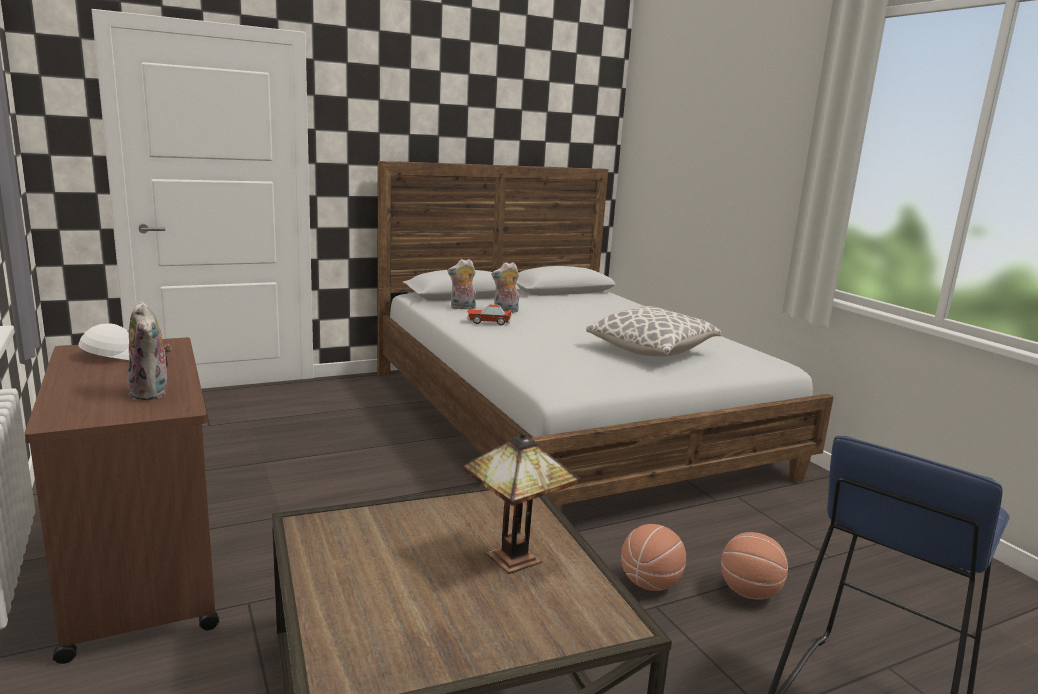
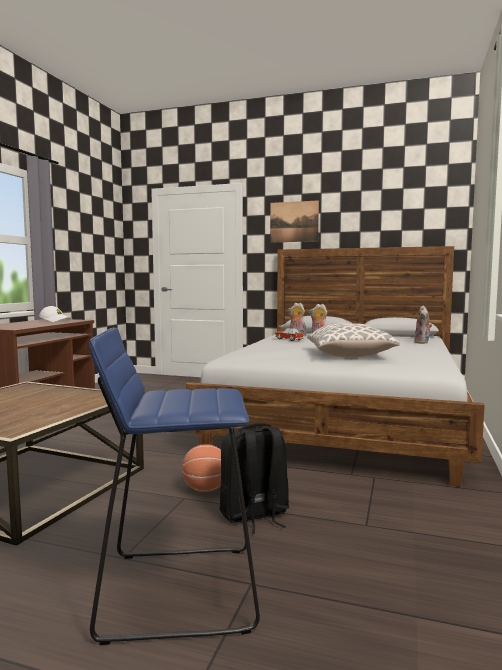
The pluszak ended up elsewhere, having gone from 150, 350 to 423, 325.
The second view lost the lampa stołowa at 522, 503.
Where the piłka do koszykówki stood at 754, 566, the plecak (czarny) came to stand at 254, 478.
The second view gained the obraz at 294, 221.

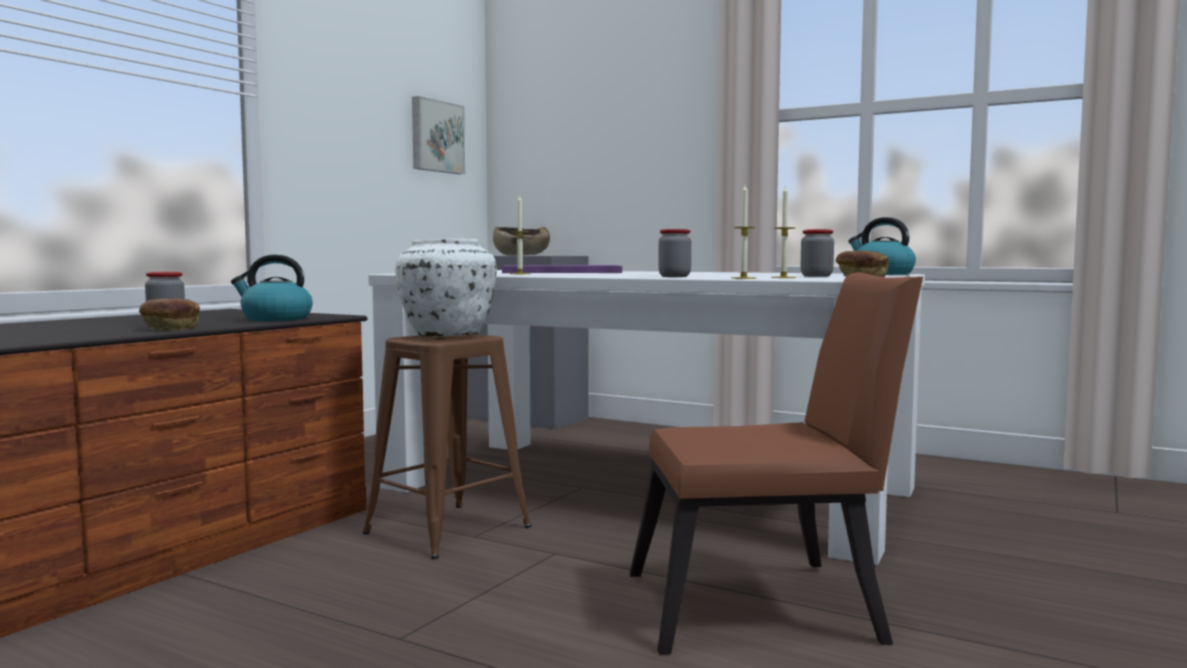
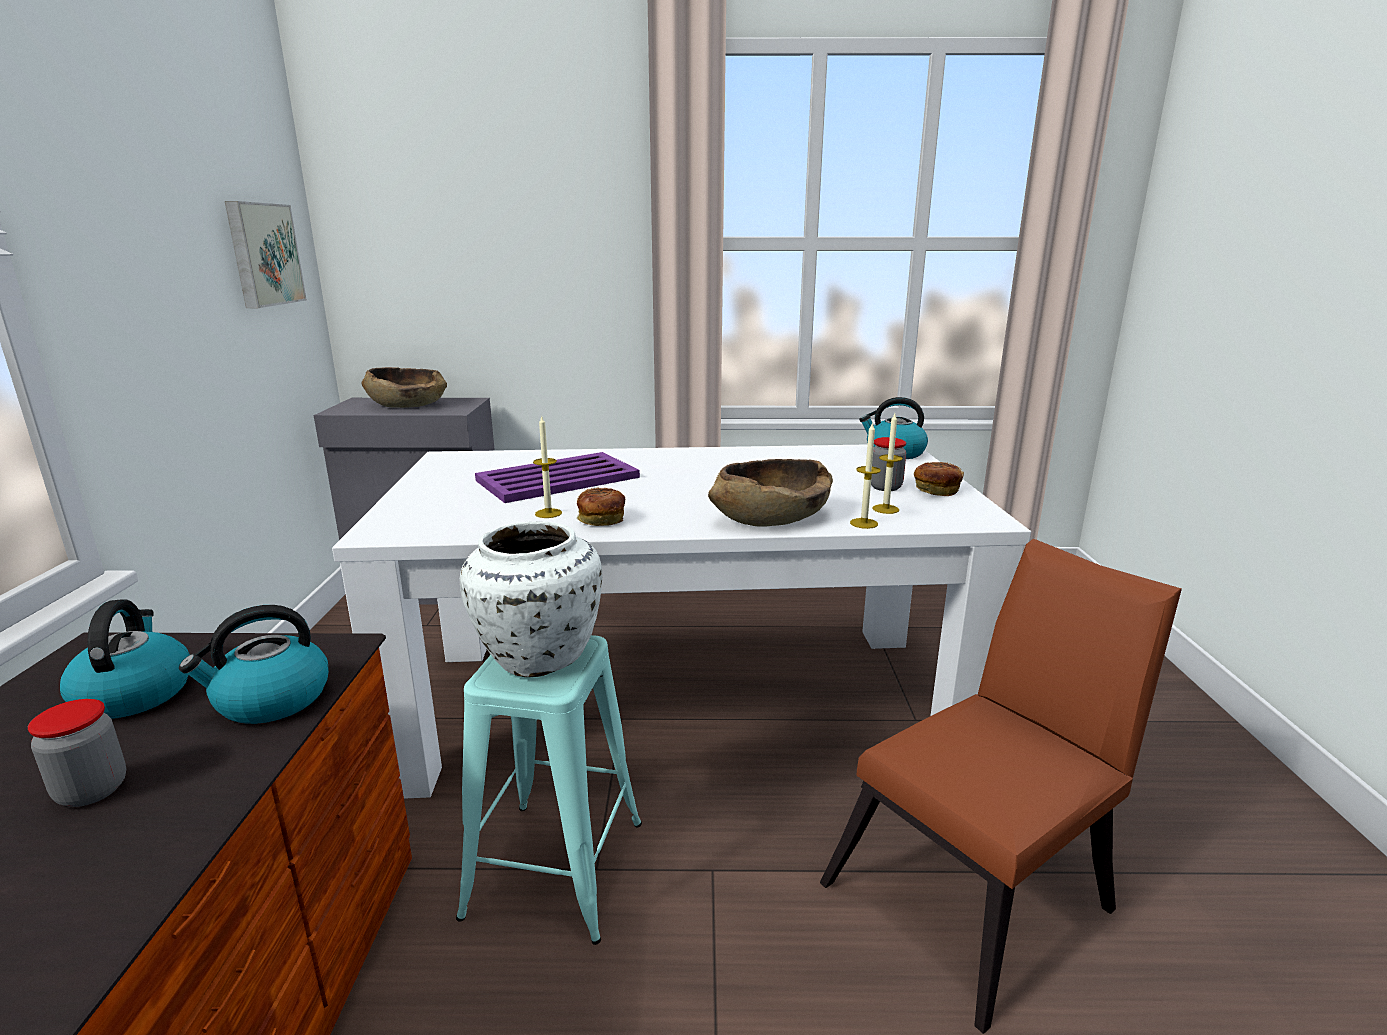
Where the słoik stood at 674, 253, the miska (brązowy) came to stand at 770, 492.
The chleb ended up elsewhere, having gone from 169, 314 to 601, 506.
What was the stołek (brązowy) at 447, 447 turned into the stołek (turkusowy) at 549, 790.
The second view gained the czajnik at 125, 659.

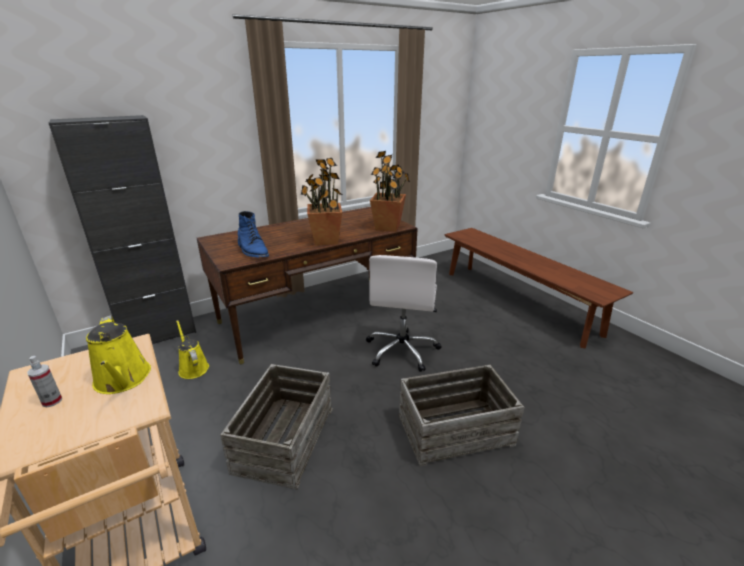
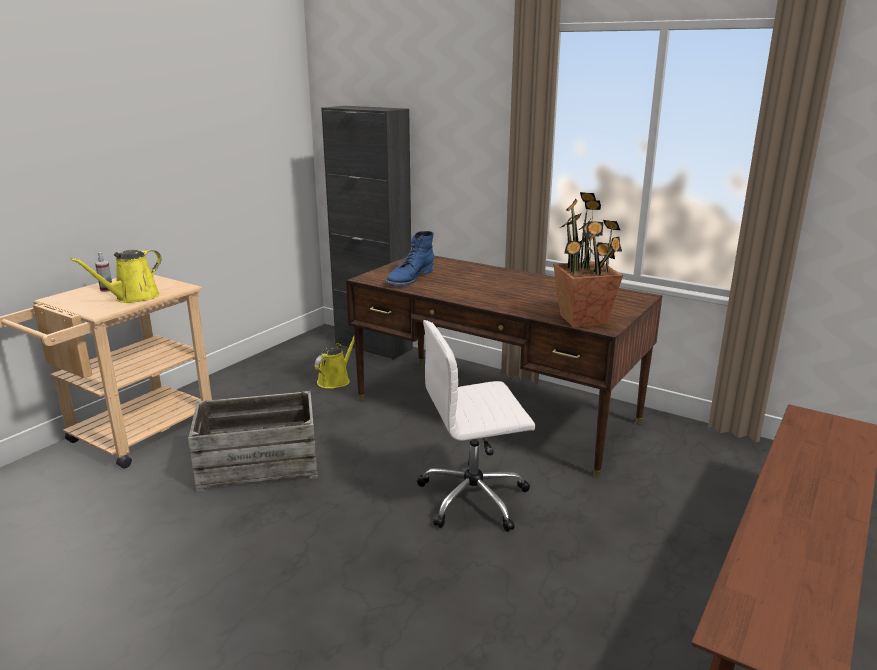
The second view lost the roślina doniczkowa at 321, 201.
The second view lost the skrzynka at 461, 415.

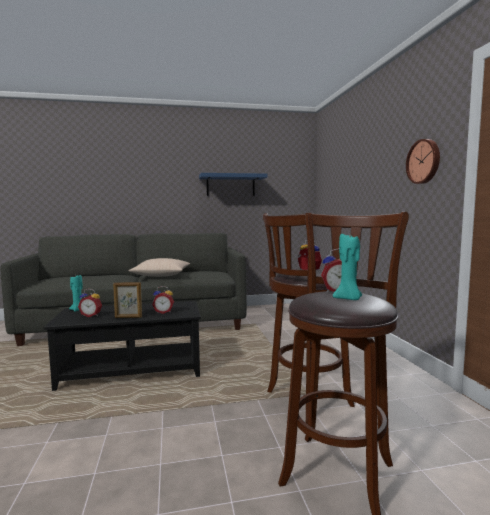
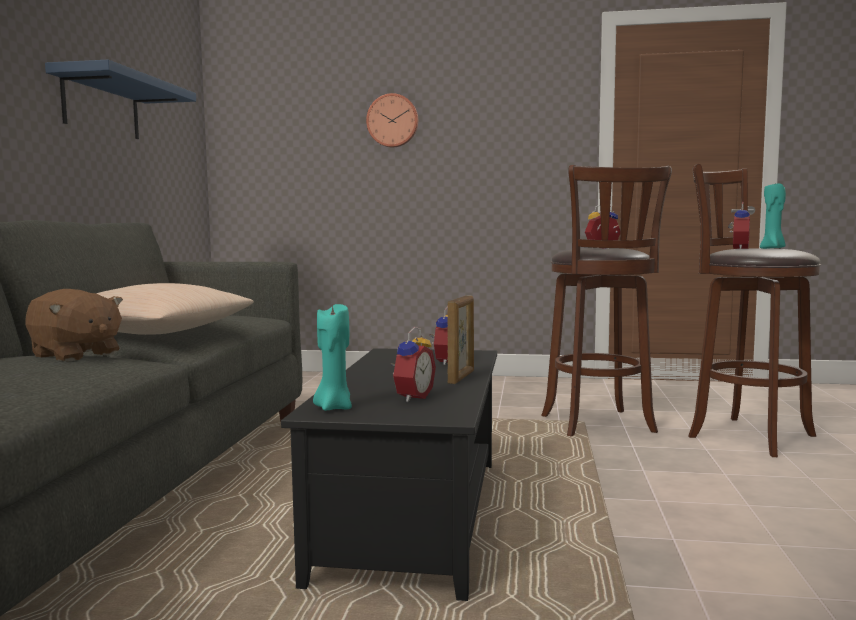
The zegar ścienny ended up elsewhere, having gone from 423, 161 to 392, 120.
The second view gained the pluszak (brązowy) at 74, 325.

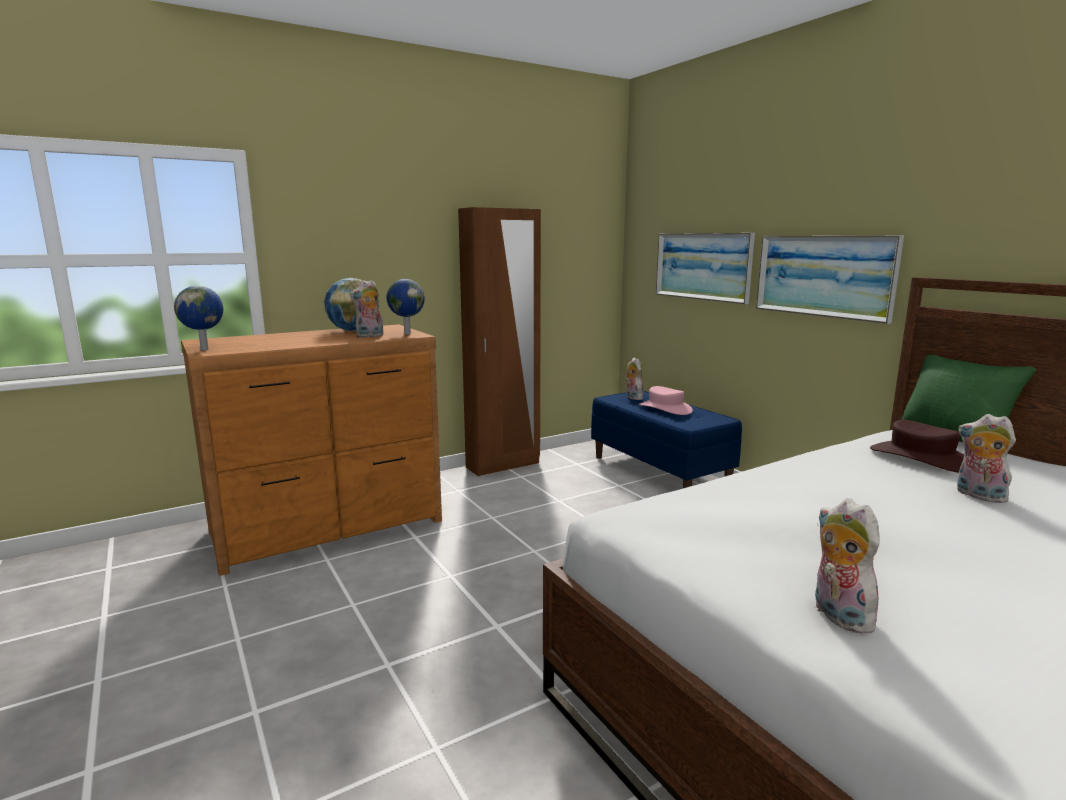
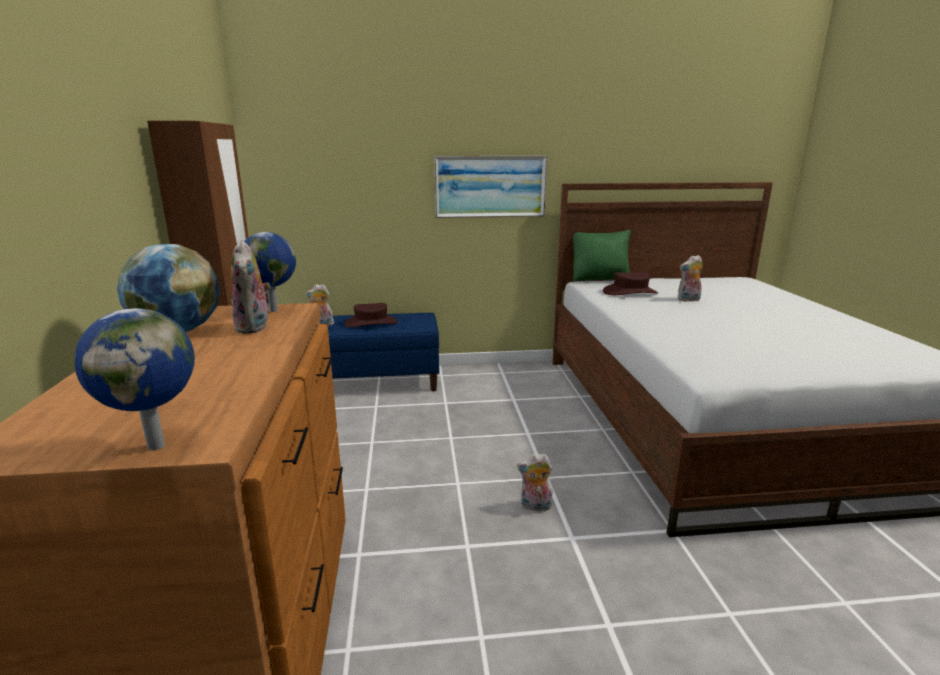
The second view lost the obraz at 705, 268.
What was the kapelusz (różowy) at 666, 400 turned into the kapelusz (brązowy) at 371, 315.
The pluszak ended up elsewhere, having gone from 847, 565 to 535, 483.

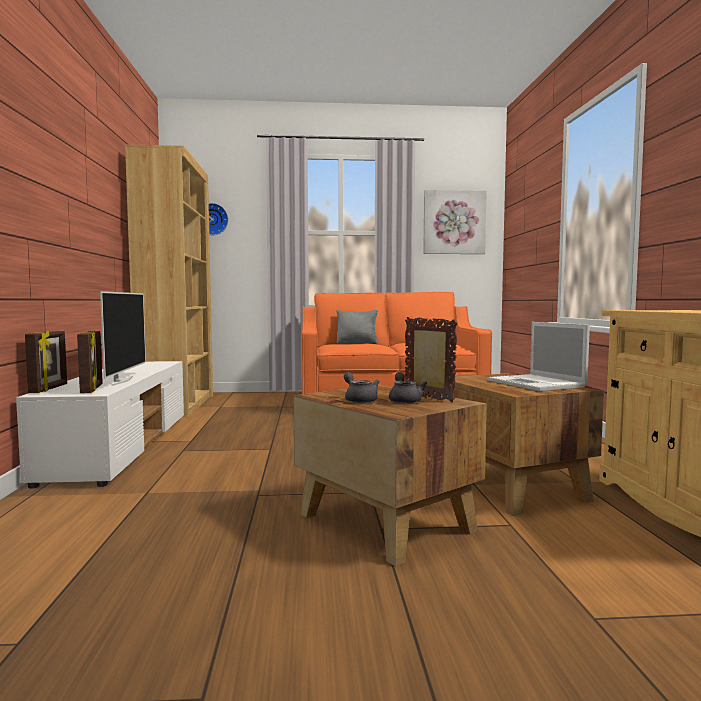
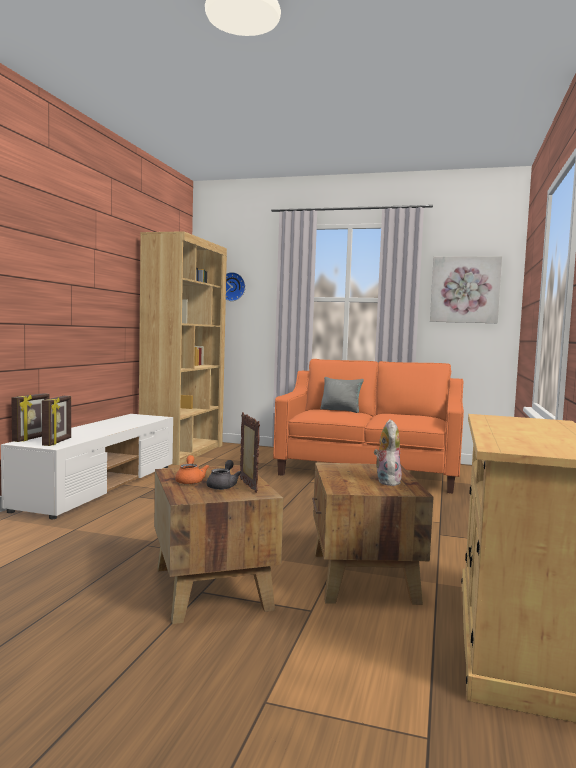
The second view lost the telewizor at 123, 338.
Where the laptop stood at 539, 356, the pluszak came to stand at 388, 452.
What was the imbryk (szary) at 362, 387 turned into the imbryk (pomarańczowy) at 192, 469.

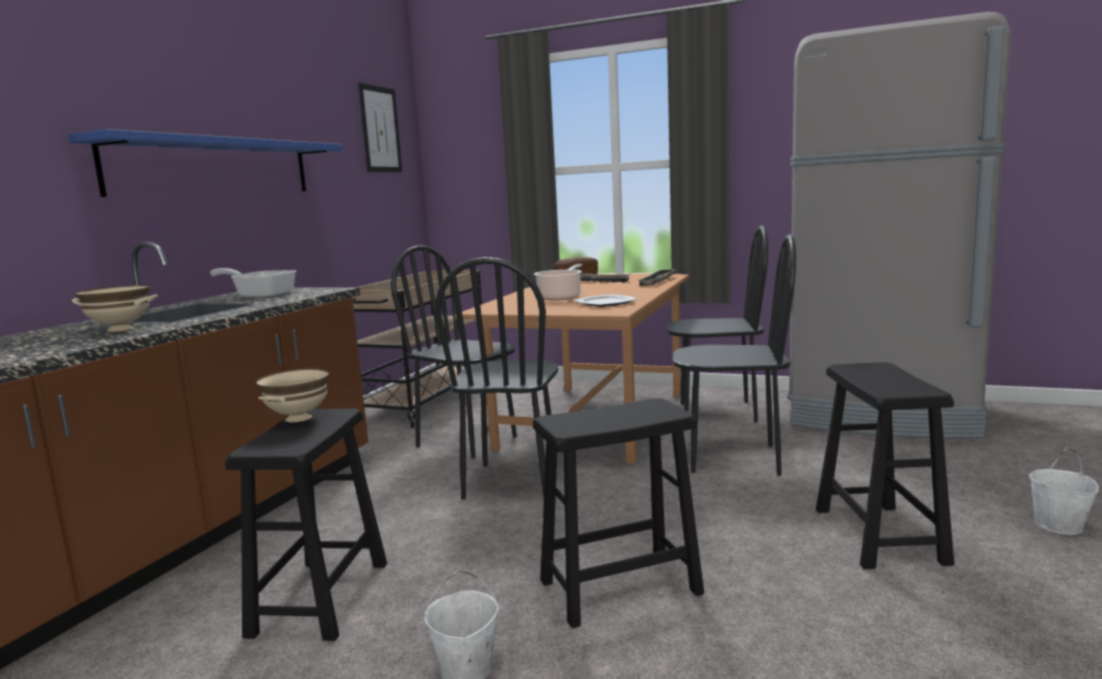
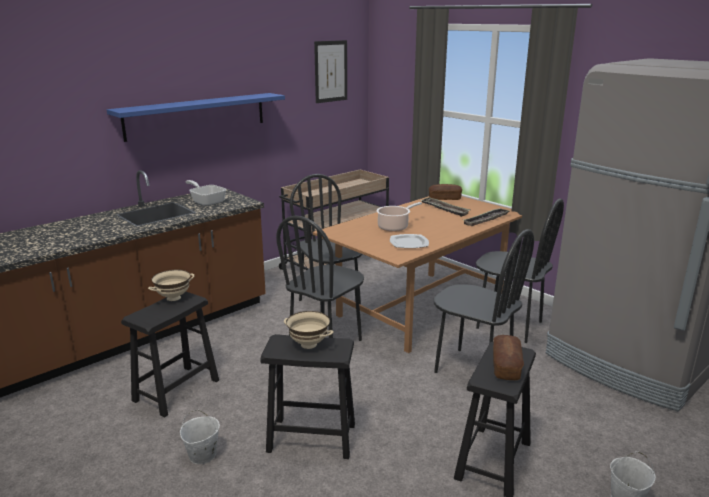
The miska (beżowy) ended up elsewhere, having gone from 115, 308 to 309, 330.
The second view gained the chleb at 508, 357.

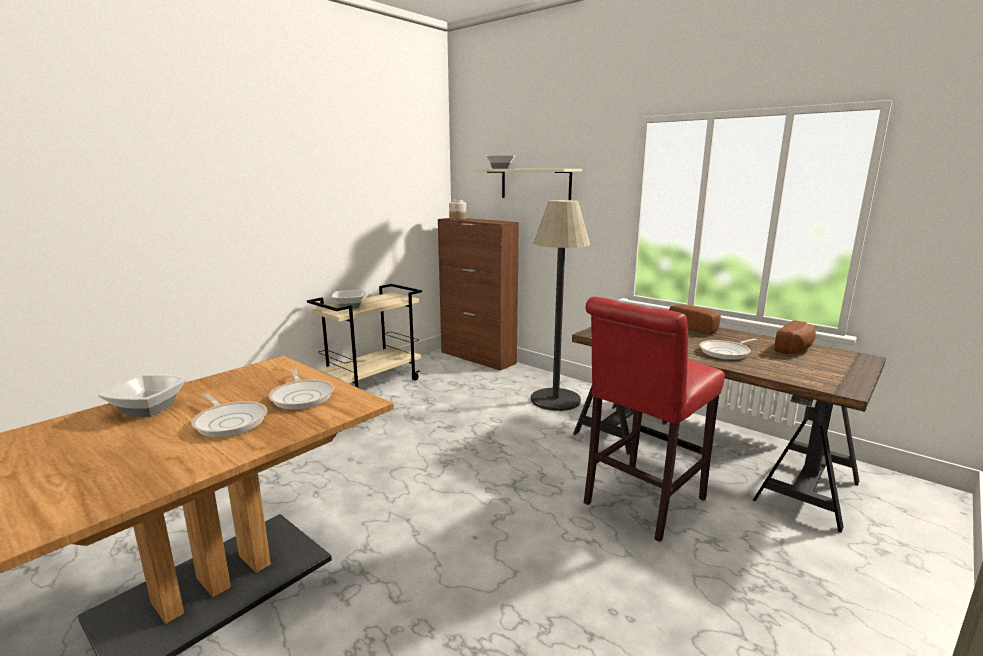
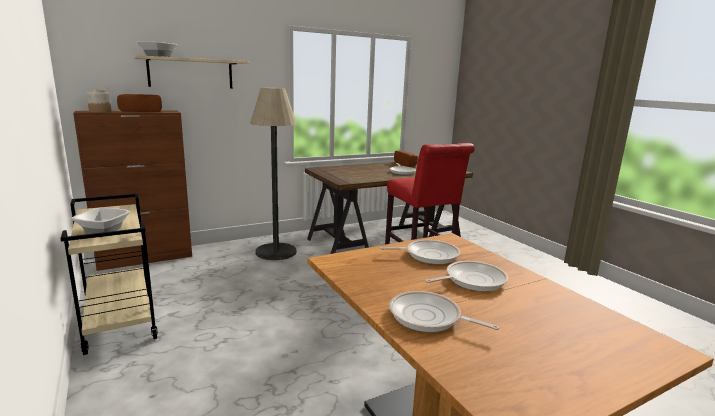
The chleb ended up elsewhere, having gone from 695, 319 to 139, 103.
Where the miska stood at 142, 395, the patelnia came to stand at 444, 311.

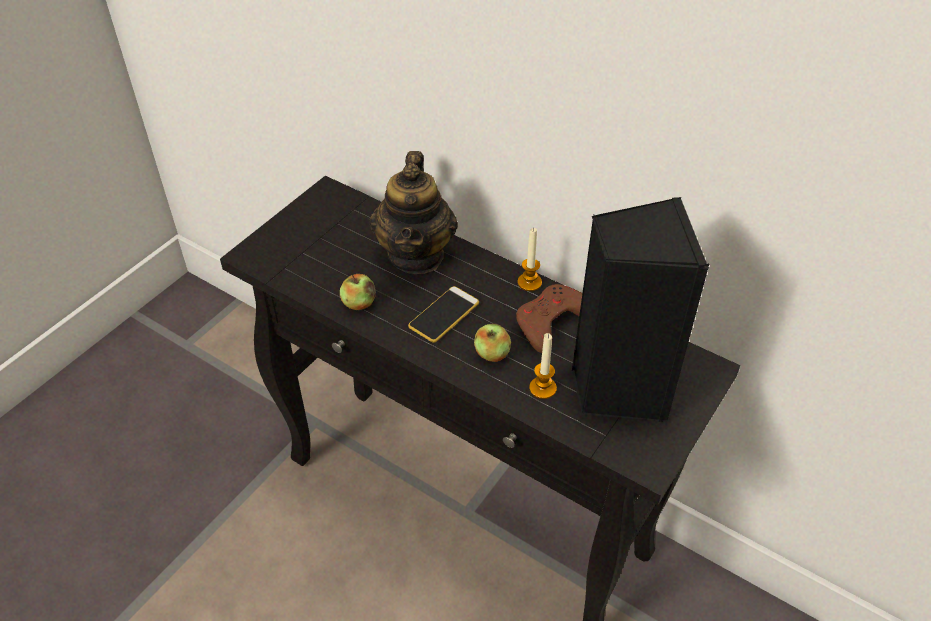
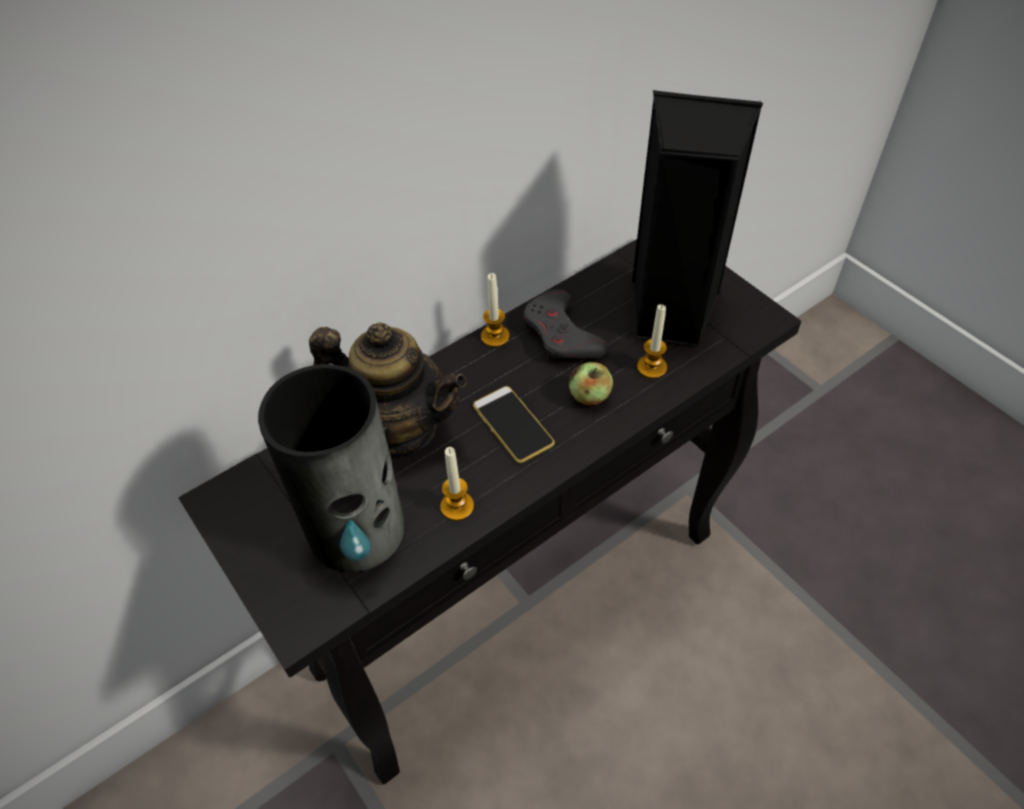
Where the jabłko stood at 358, 292, the świeca came to stand at 457, 484.
What was the pad do gier (brązowy) at 549, 318 turned into the pad do gier (szary) at 565, 324.
The second view gained the wazon at 331, 468.

